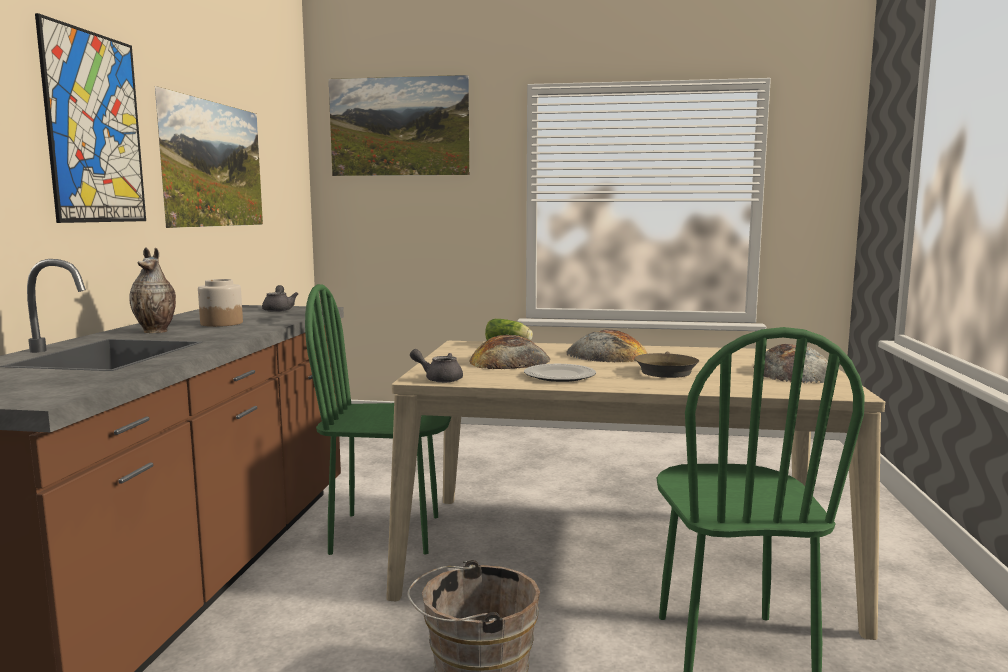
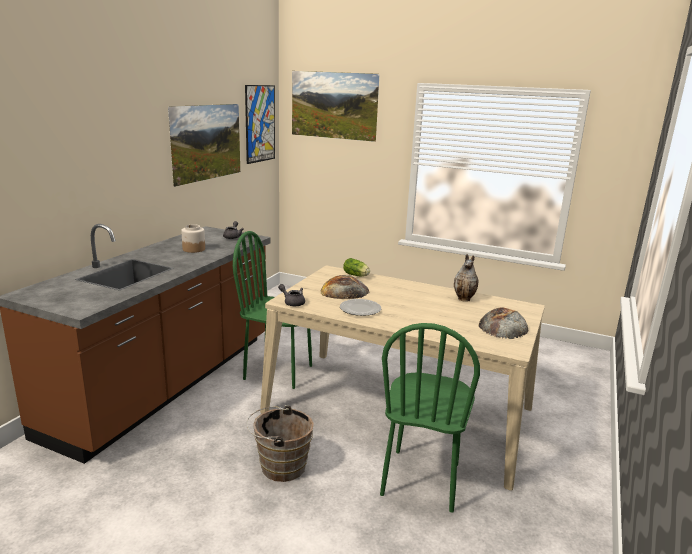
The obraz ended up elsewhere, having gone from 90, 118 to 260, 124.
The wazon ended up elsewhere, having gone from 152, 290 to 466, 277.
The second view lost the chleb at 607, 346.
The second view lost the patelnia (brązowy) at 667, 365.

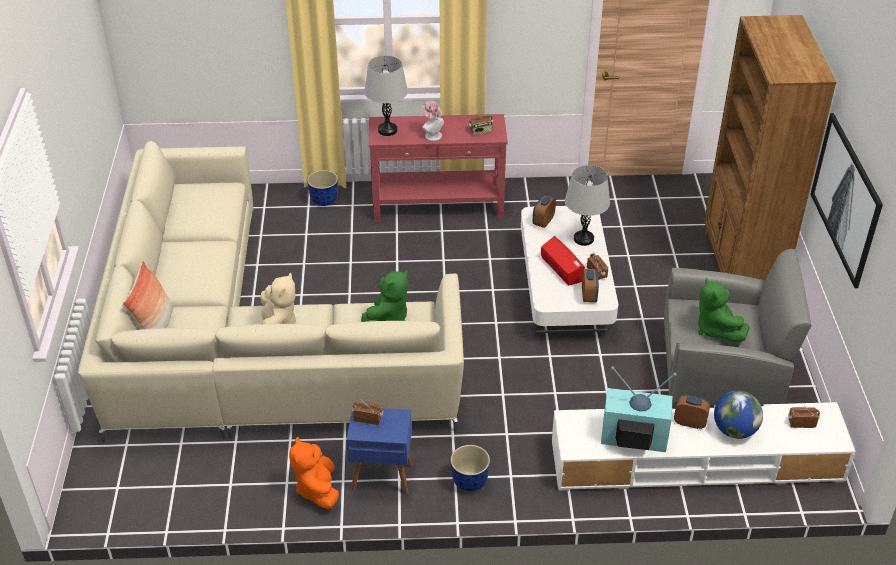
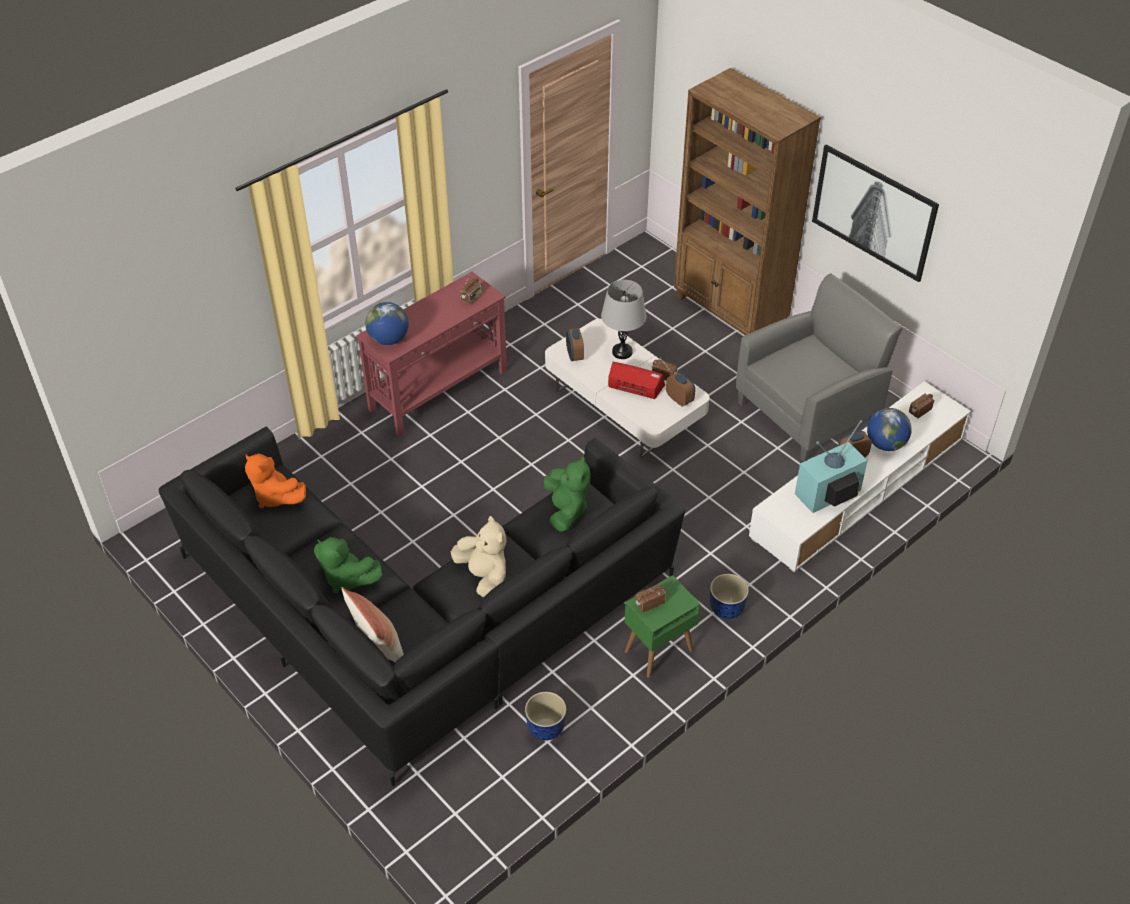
Where the lampa stołowa (szary) stood at 386, 95, the globus came to stand at 387, 323.
The second view lost the kapelusz at 432, 121.
What was the kanapa (beżowy) at 271, 292 turned into the kanapa (czarny) at 422, 606.
The donica ended up elsewhere, having gone from 322, 188 to 545, 716.
The pluszak (zielony) ended up elsewhere, having gone from 723, 309 to 348, 565.
What was the stolik (niebieski) at 379, 450 turned into the stolik (zielony) at 663, 626.
The pluszak (pomarańczowy) ended up elsewhere, having gone from 314, 473 to 275, 480.

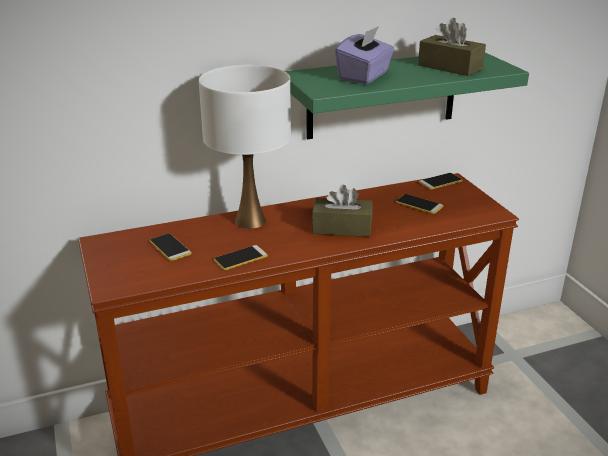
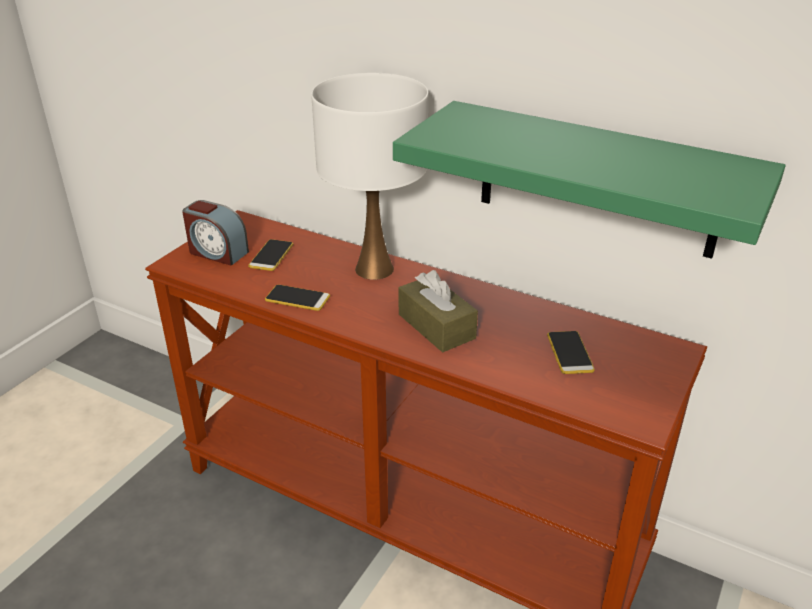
The second view lost the pudełko chusteczek (brązowy) at 452, 47.
The second view lost the pudełko chusteczek (fioletowy) at 364, 55.
The second view lost the telefon at 440, 181.
The second view gained the budzik at 215, 233.

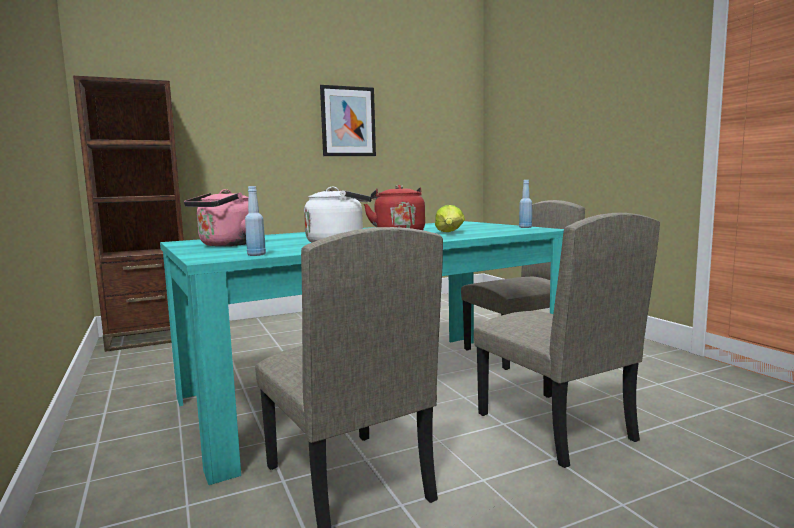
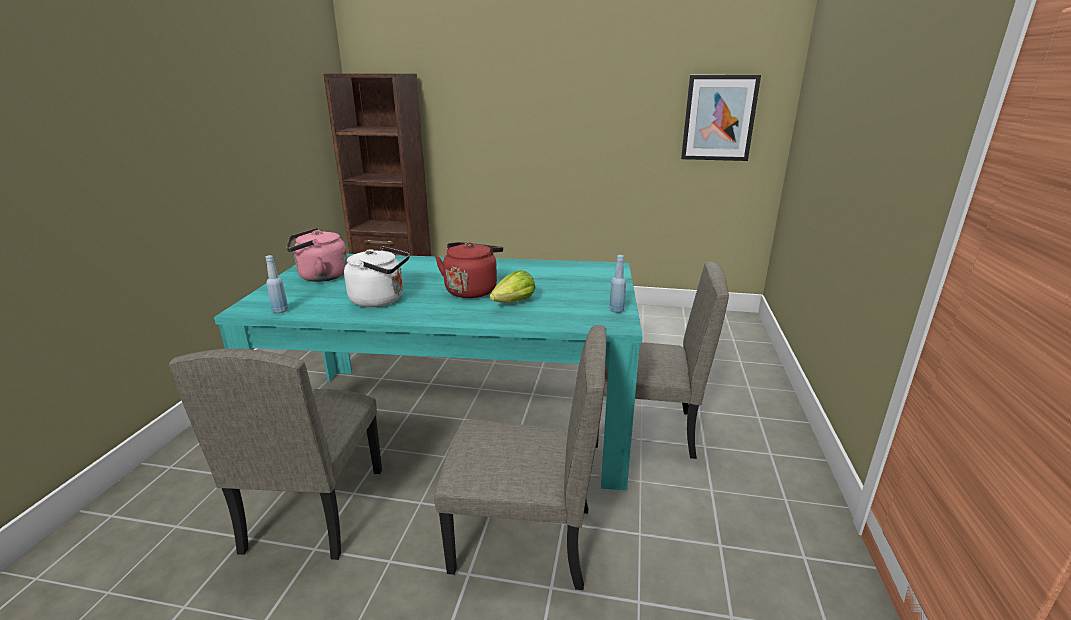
The obraz ended up elsewhere, having gone from 348, 120 to 721, 118.
The krzesło (beżowy) at 567, 340 ended up facing another way, 90 degrees counterclockwise from before.

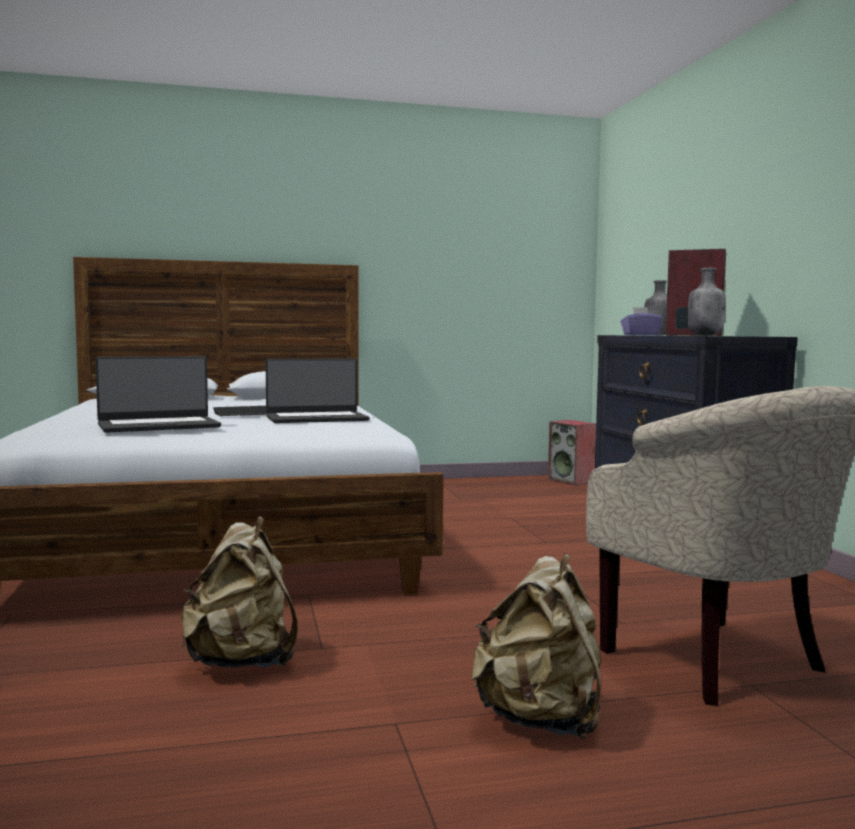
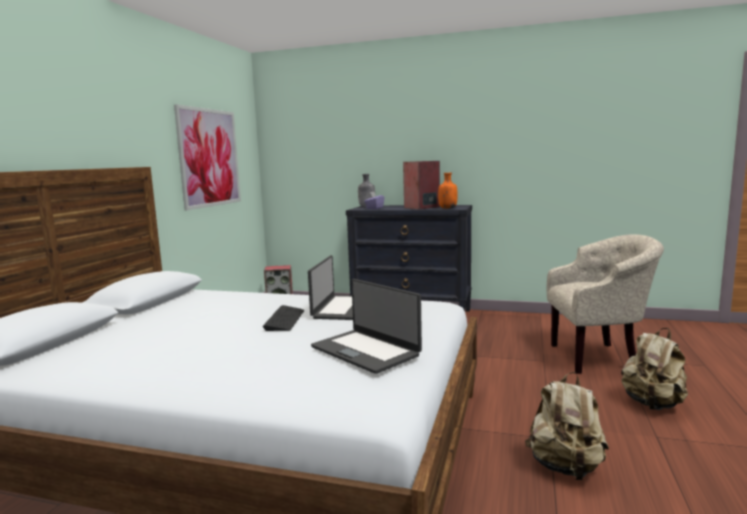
What was the butelka (szary) at 707, 302 turned into the butelka (pomarańczowy) at 447, 191.
The laptop at 158, 394 ended up facing another way, 135 degrees clockwise from before.
The second view gained the obraz at 207, 157.

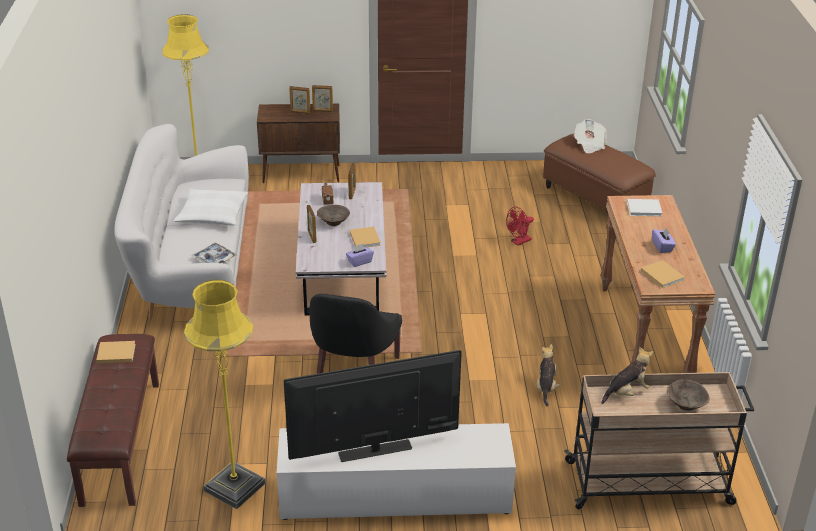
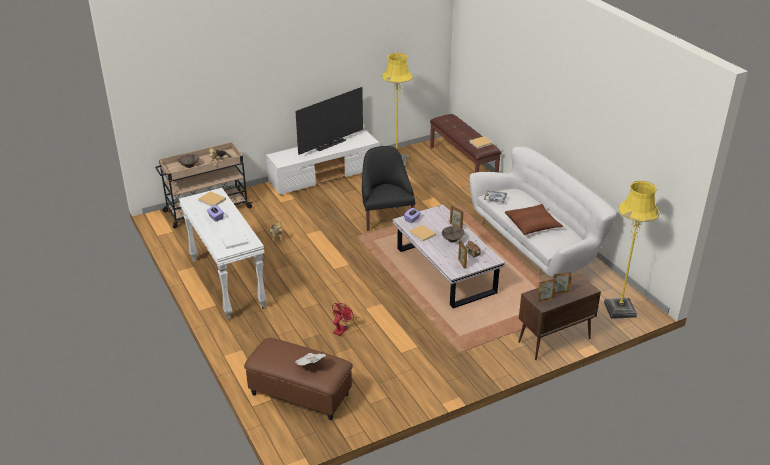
What was the poduszka (biały) at 211, 207 turned into the poduszka (brązowy) at 534, 219.
What was the stolik konsolowy (brązowy) at 658, 284 turned into the stolik konsolowy (biały) at 223, 254.

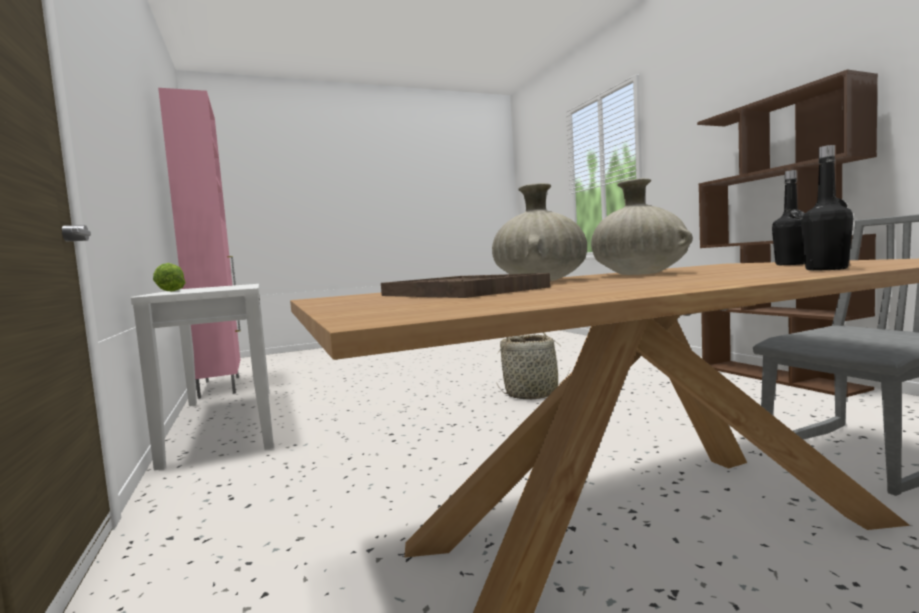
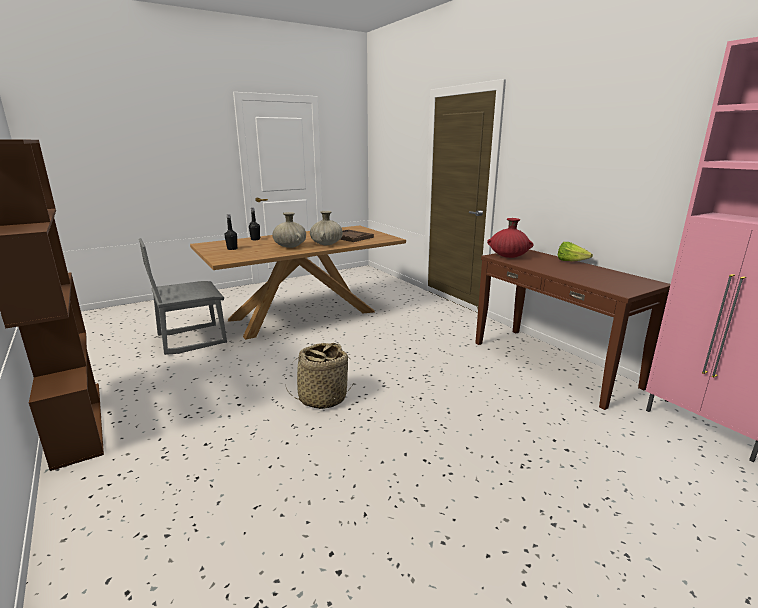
What was the stolik konsolowy (biały) at 202, 377 turned into the stolik konsolowy (brązowy) at 573, 329.
The second view gained the wazon (czerwony) at 510, 238.

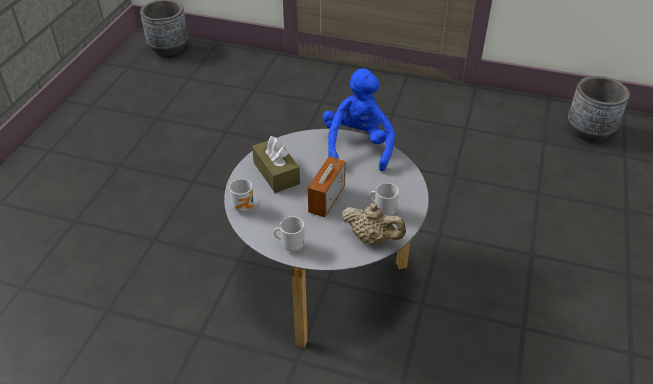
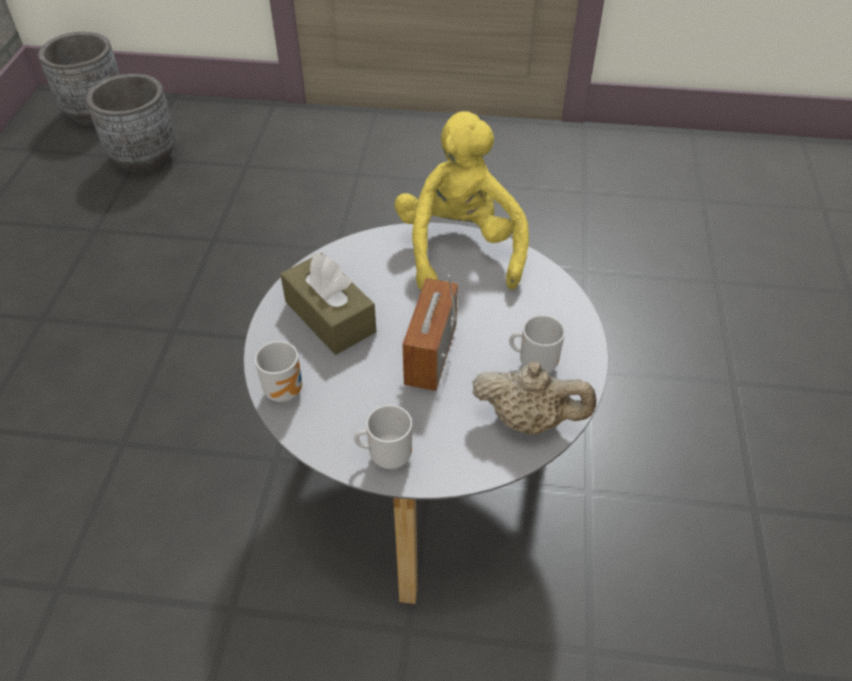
What was the pluszak (niebieski) at 358, 119 turned into the pluszak (żółty) at 462, 201.
The donica (szary) ended up elsewhere, having gone from 599, 109 to 131, 123.

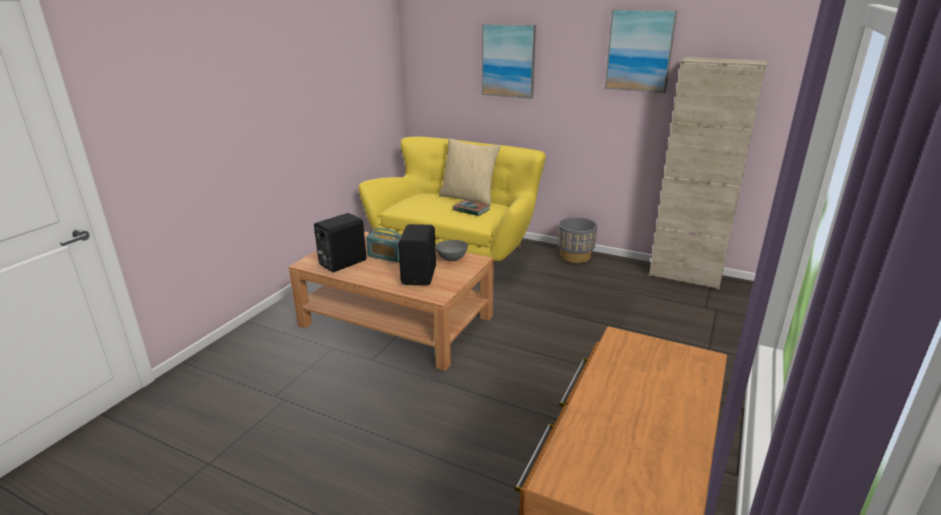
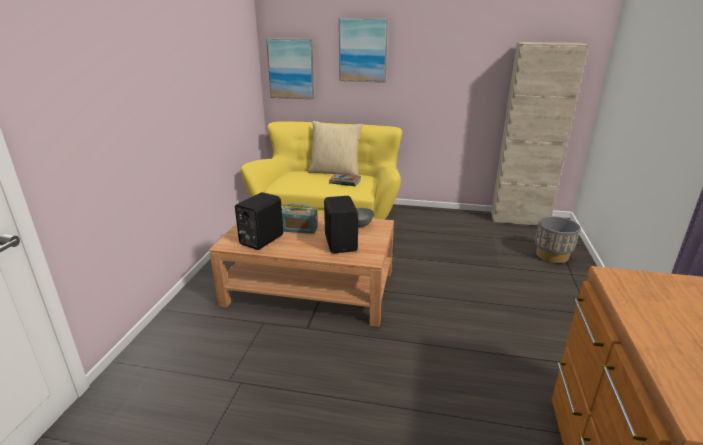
The obraz ended up elsewhere, having gone from 641, 51 to 290, 68.
The donica (szary) ended up elsewhere, having gone from 577, 240 to 558, 239.

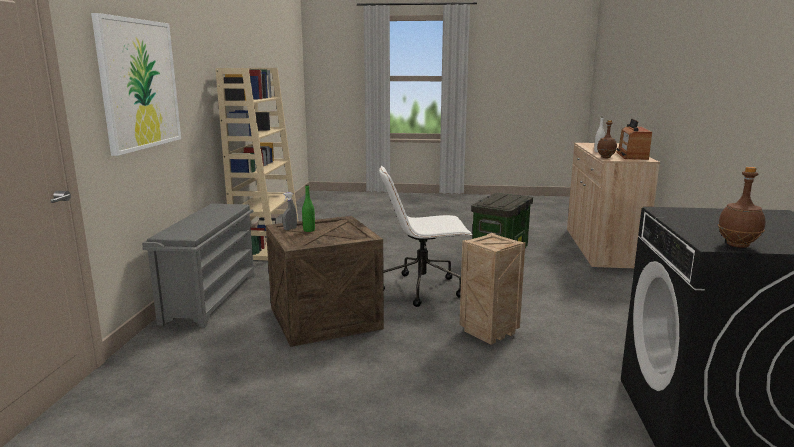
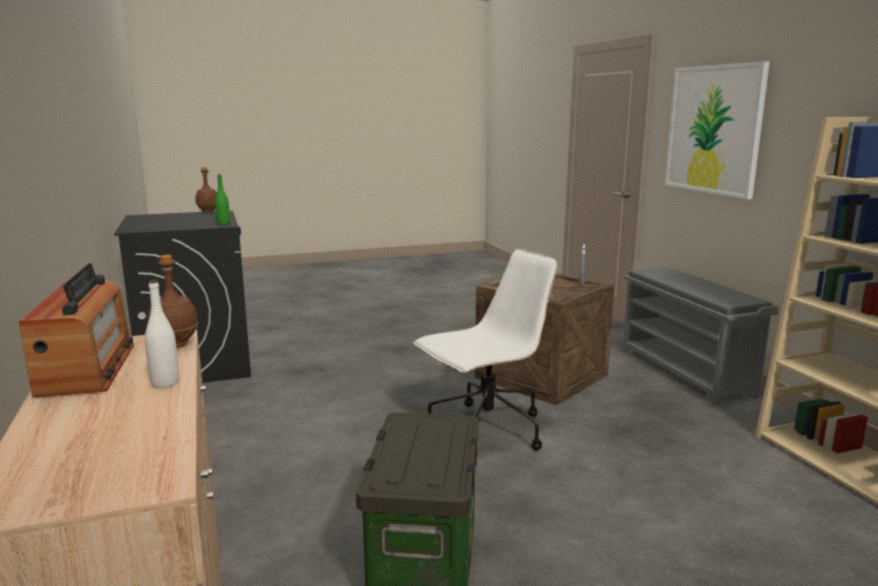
The butelka (zielony) ended up elsewhere, having gone from 308, 208 to 222, 200.
The second view lost the skrzynka at 492, 289.

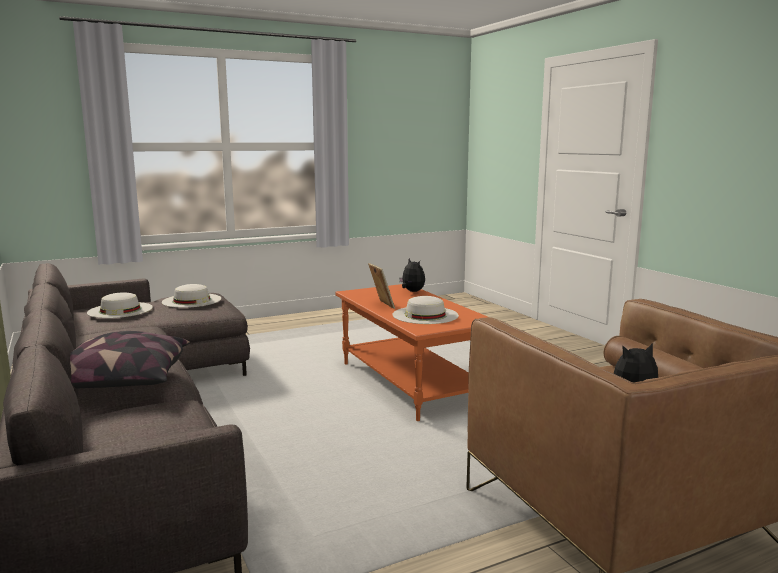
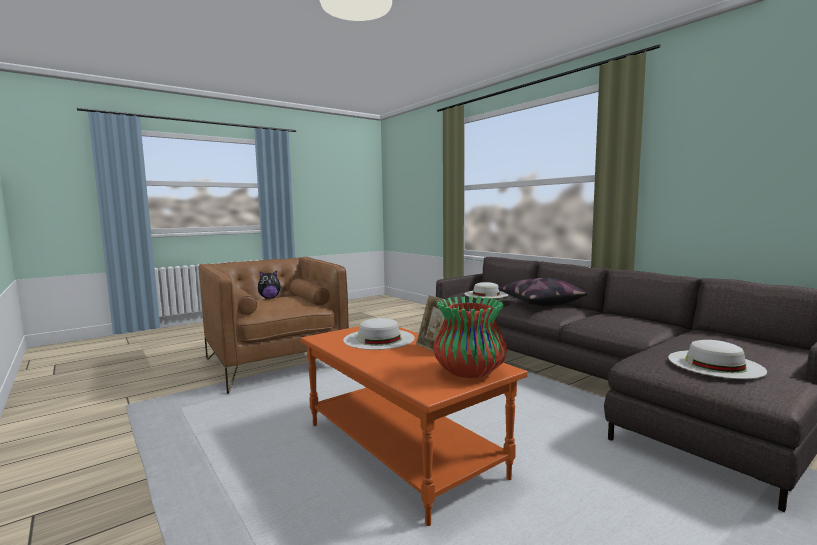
The second view lost the pluszak at 412, 275.
The kapelusz (biały) ended up elsewhere, having gone from 120, 305 to 486, 290.
The second view gained the wazon at 470, 337.

